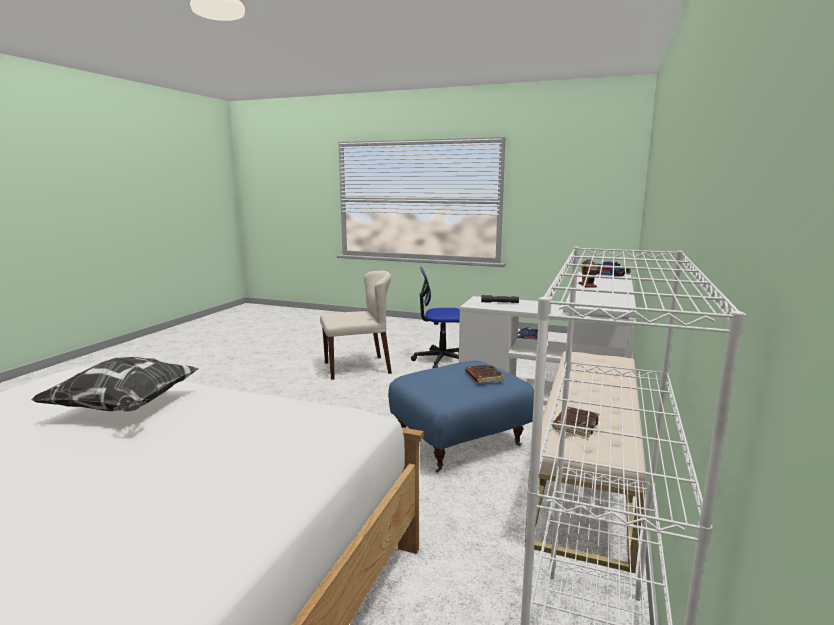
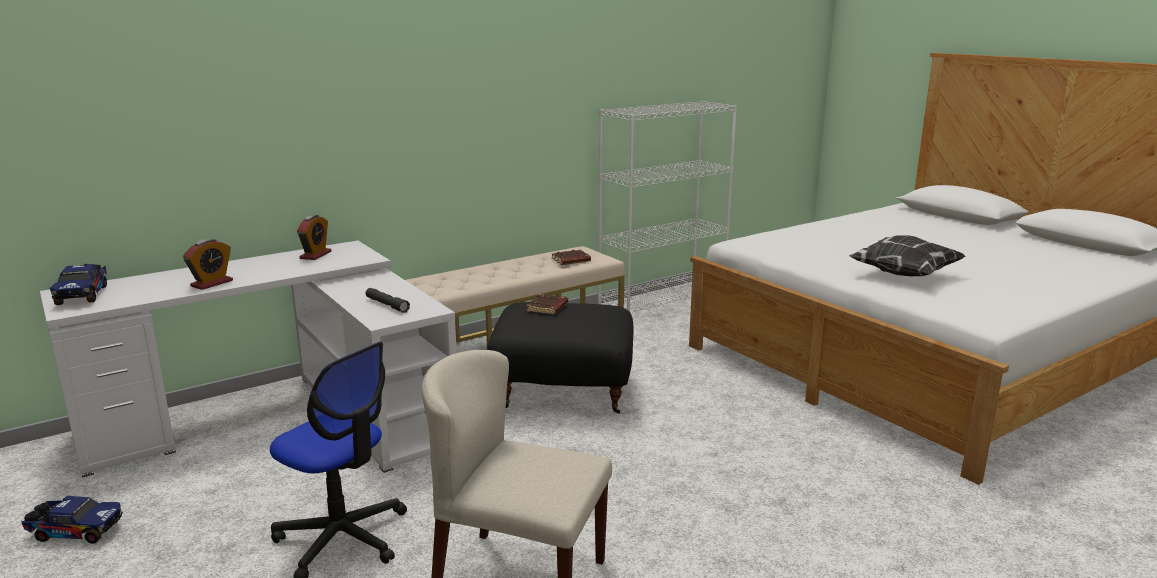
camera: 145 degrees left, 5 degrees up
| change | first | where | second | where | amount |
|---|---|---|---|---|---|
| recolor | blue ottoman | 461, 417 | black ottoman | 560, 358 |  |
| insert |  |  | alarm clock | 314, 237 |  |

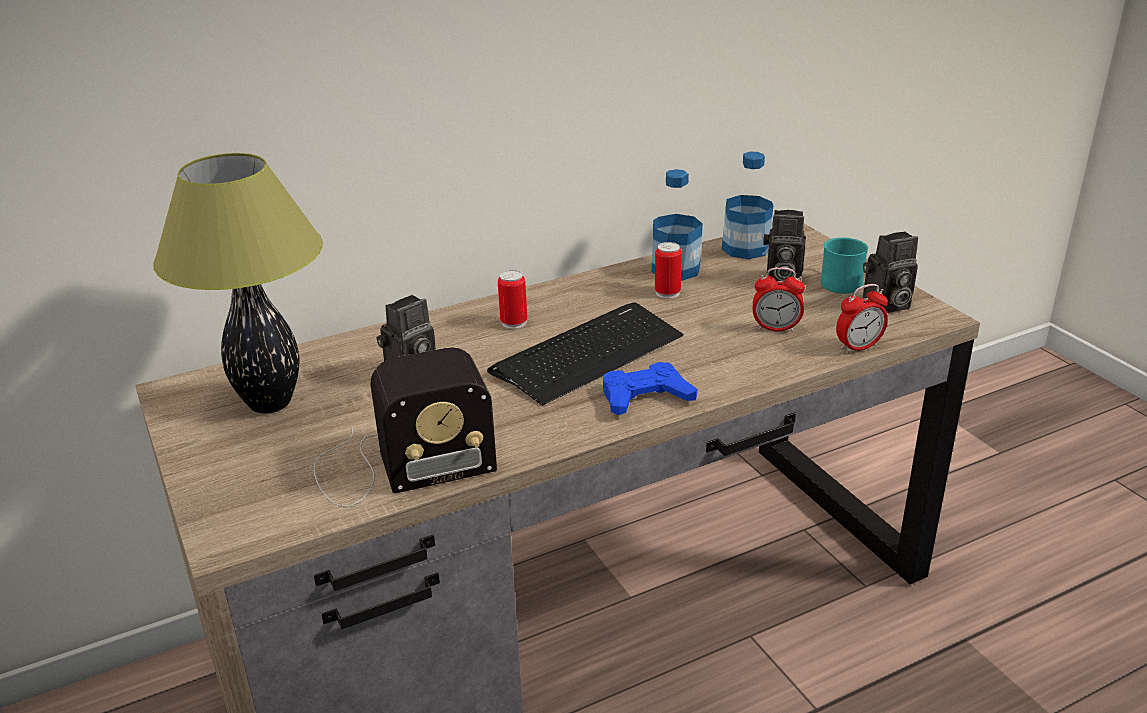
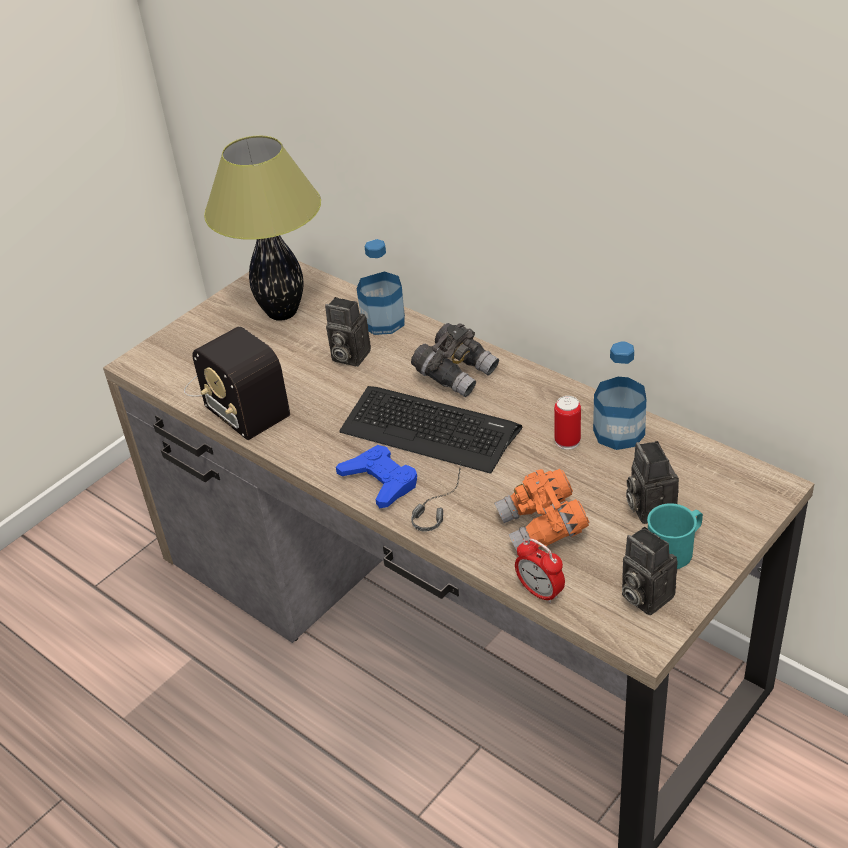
camera: 70 degrees right, 10 degrees up
| change | first | where | second | where | amount |
|---|---|---|---|---|---|
| move | bottle | 747, 205 |  | 380, 287 |  |
| replace | alarm clock | 779, 299 | orange binoculars | 541, 510 |  |
| replace | can | 512, 299 | grey binoculars | 455, 360 |  |
| insert |  |  | headphones | 436, 497 |  |

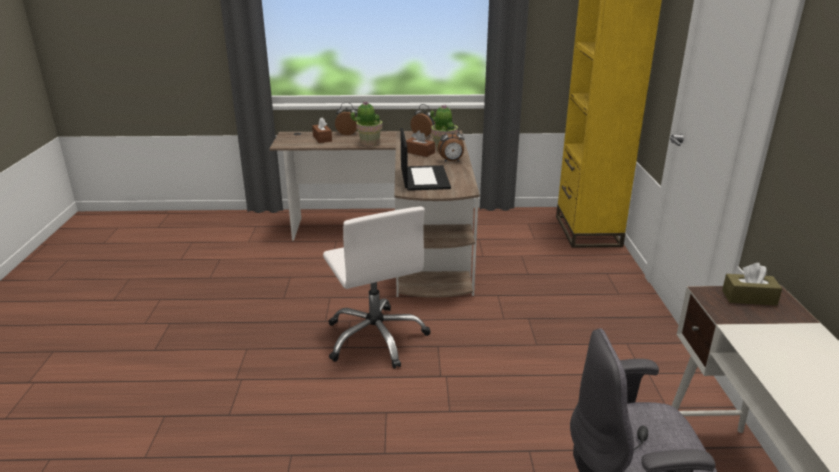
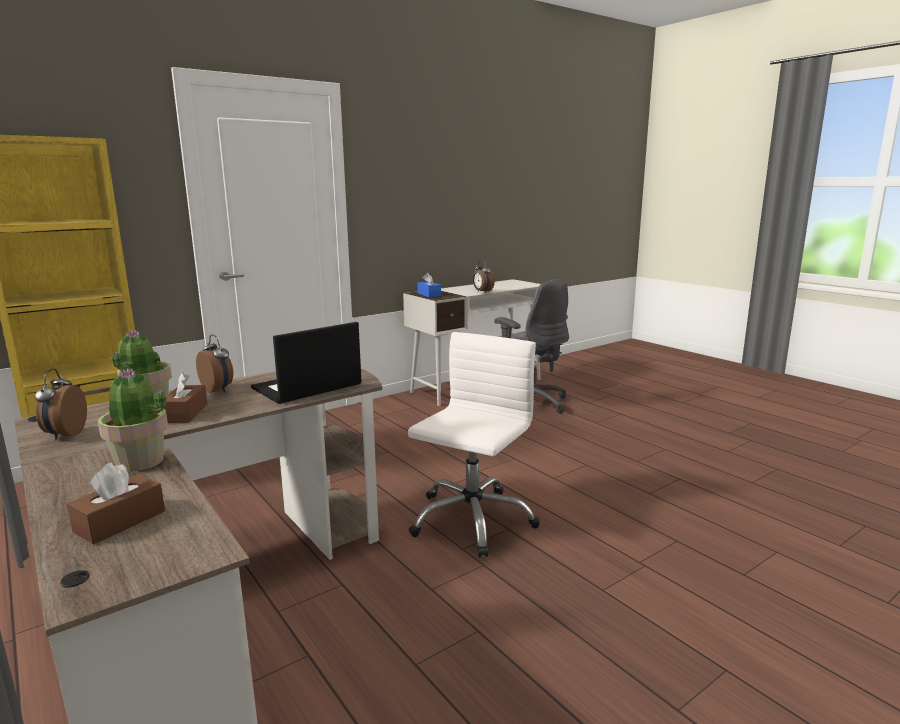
camera: 125 degrees left, 10 degrees down
| change | first | where | second | where | amount |
|---|---|---|---|---|---|
| move | alarm clock | 346, 118 |  | 484, 276 |  |
| recolor | brown tissue box | 752, 284 | blue tissue box | 429, 285 |  |

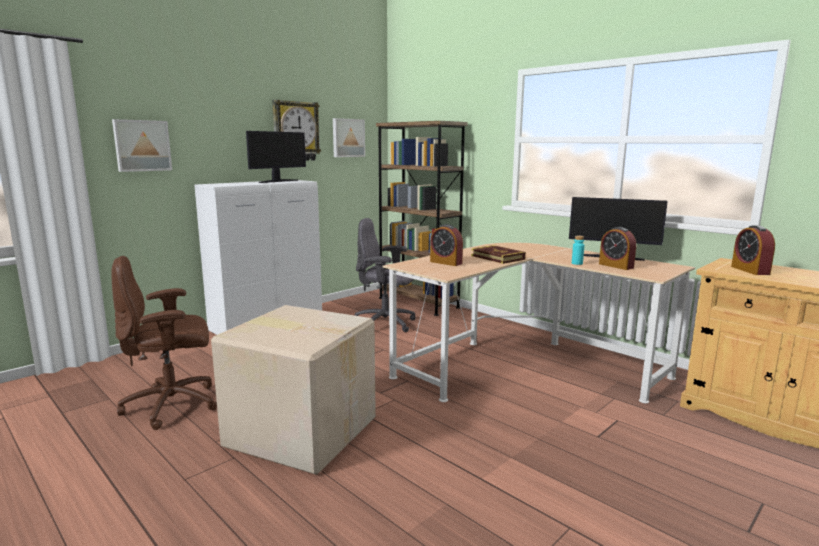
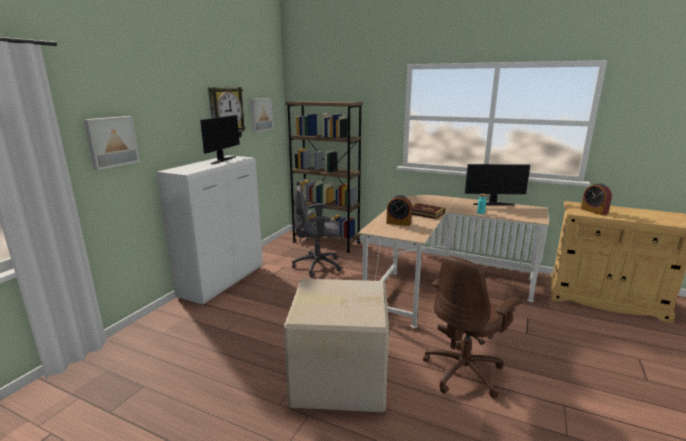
camera: 20 degrees left, 5 degrees up
| change | first | where | second | where | amount |
|---|---|---|---|---|---|
| delete | alarm clock | 617, 248 |  |  |  |
| move | brown office chair | 164, 343 |  | 472, 327 |  |

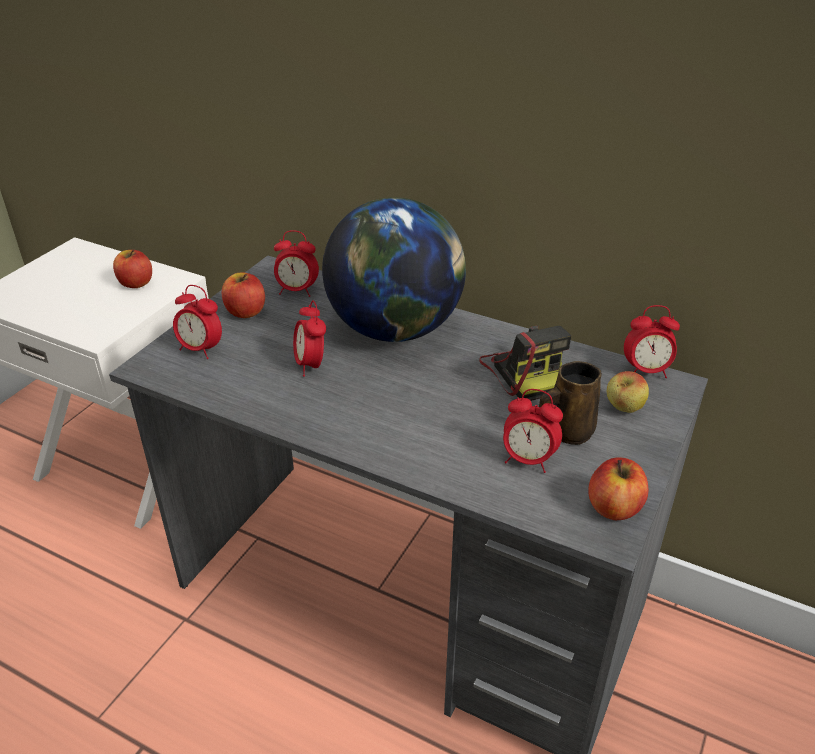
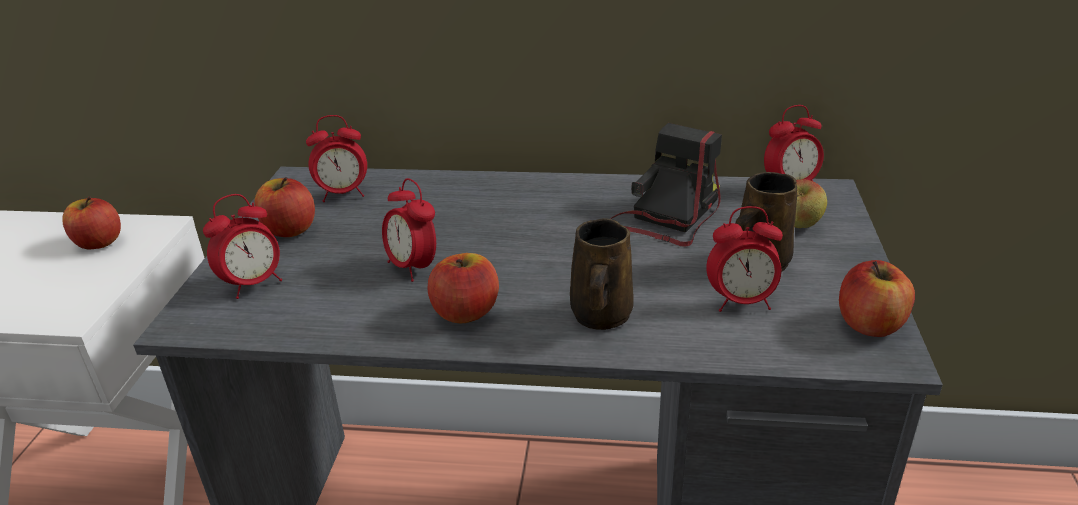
camera: 20 degrees left, 5 degrees down
| change | first | where | second | where | amount |
|---|---|---|---|---|---|
| delete | globe | 394, 269 |  |  |  |
| rotate | alarm clock | 197, 322 |  | 242, 246 | 45 degrees counterclockwise |
| rotate | photo camera | 525, 363 |  | 666, 185 | 105 degrees counterclockwise |
| insert |  |  | brown mug | 602, 274 |  |
| insert |  |  | apple | 463, 288 |  |

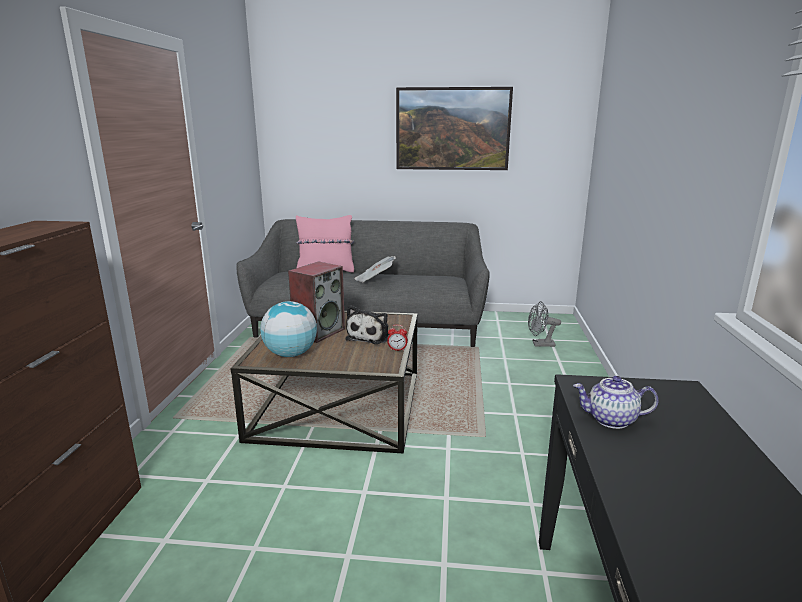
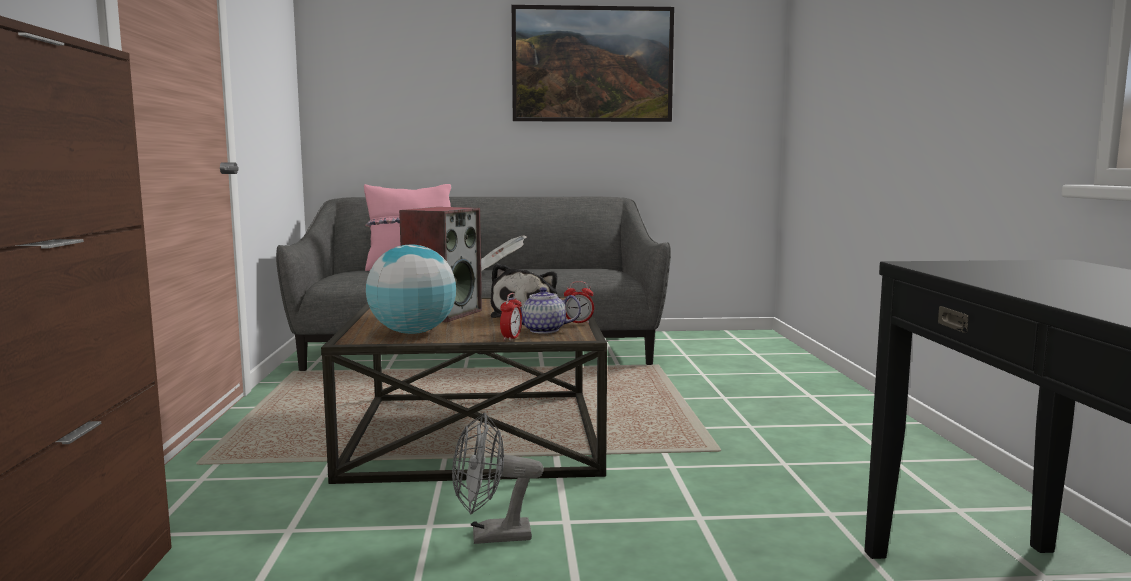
camera: 10 degrees left, 10 degrees down
| change | first | where | second | where | amount |
|---|---|---|---|---|---|
| move | grey fan | 544, 324 |  | 497, 478 |  |
| move | teapot | 615, 402 |  | 543, 310 |  |
| insert |  |  | alarm clock | 511, 317 |  |

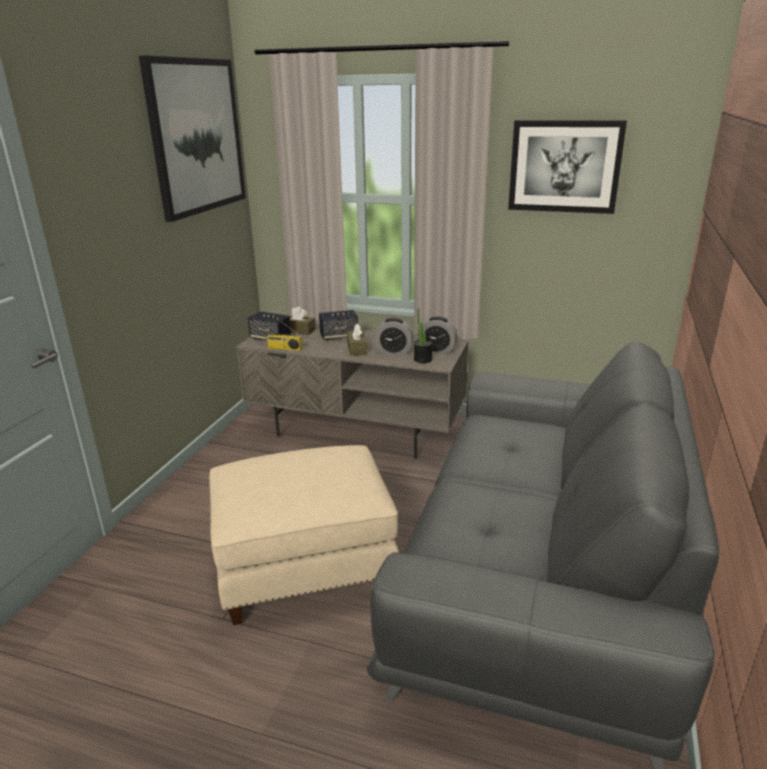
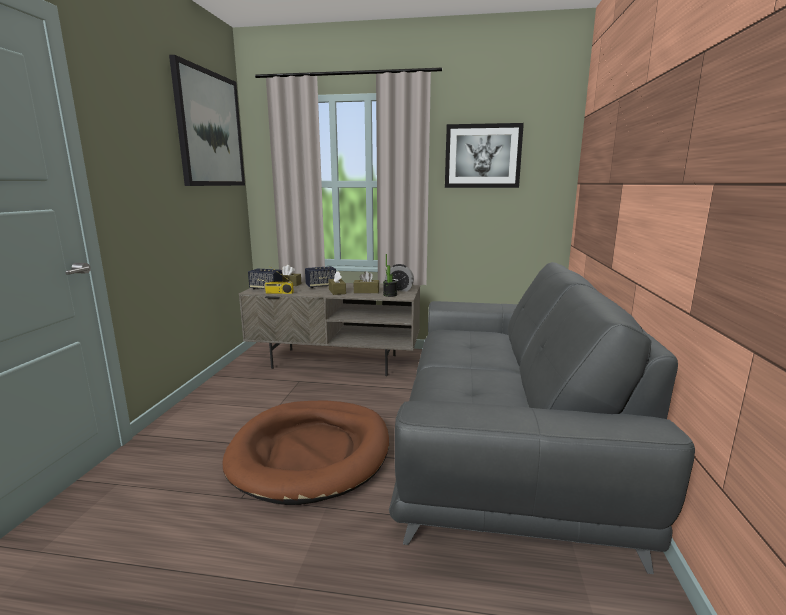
camera: 10 degrees left, 10 degrees down
| change | first | where | second | where | amount |
|---|---|---|---|---|---|
| replace | alarm clock | 394, 336 | brown tissue box | 366, 282 |  |
| replace | beige ottoman | 304, 535 | brown dog bed | 305, 452 |  |

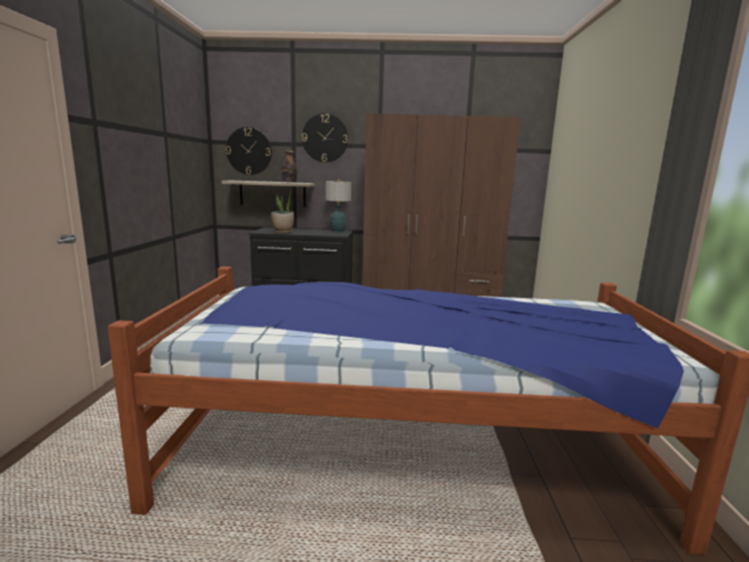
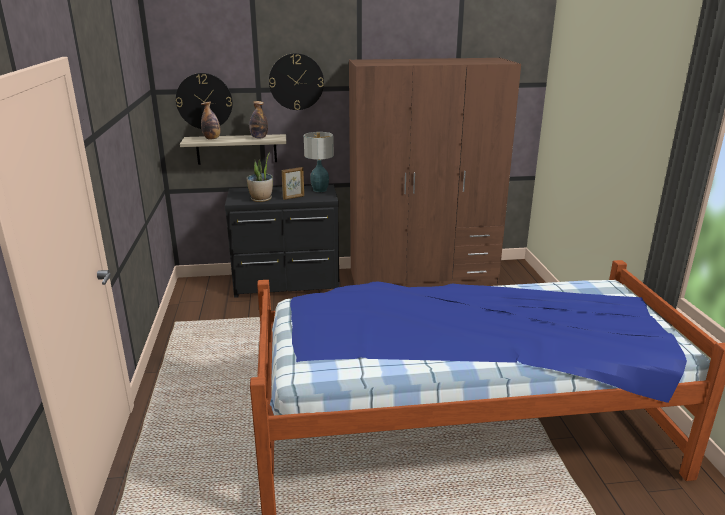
camera: 10 degrees left, 10 degrees up
| change | first | where | second | where | amount |
|---|---|---|---|---|---|
| insert |  |  | bottle | 211, 120 |  |
| insert |  |  | picture frame | 293, 183 |  |

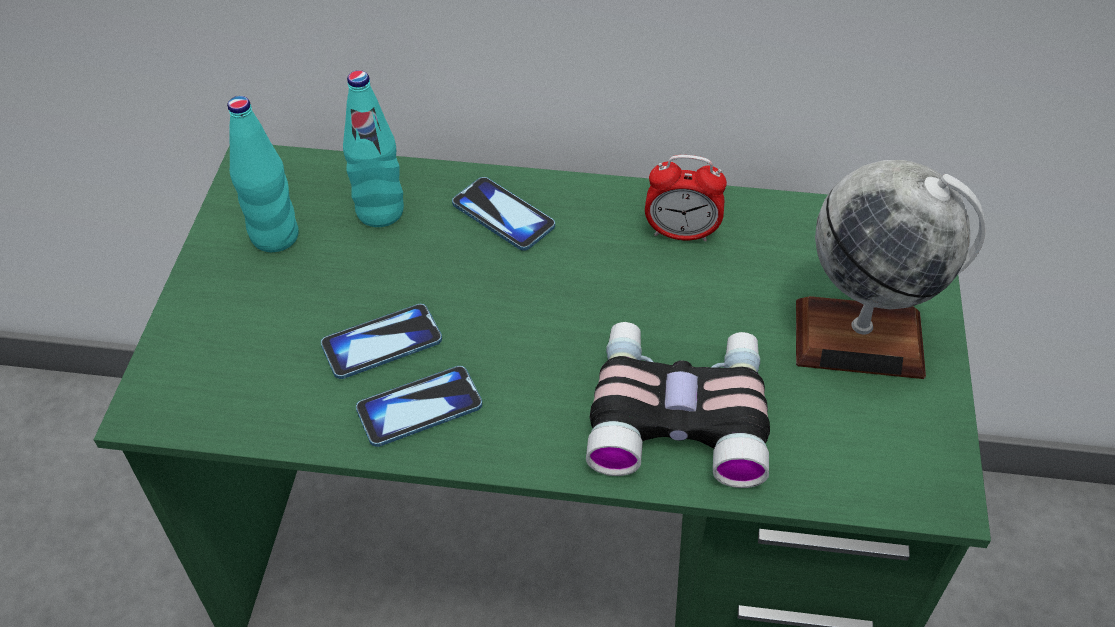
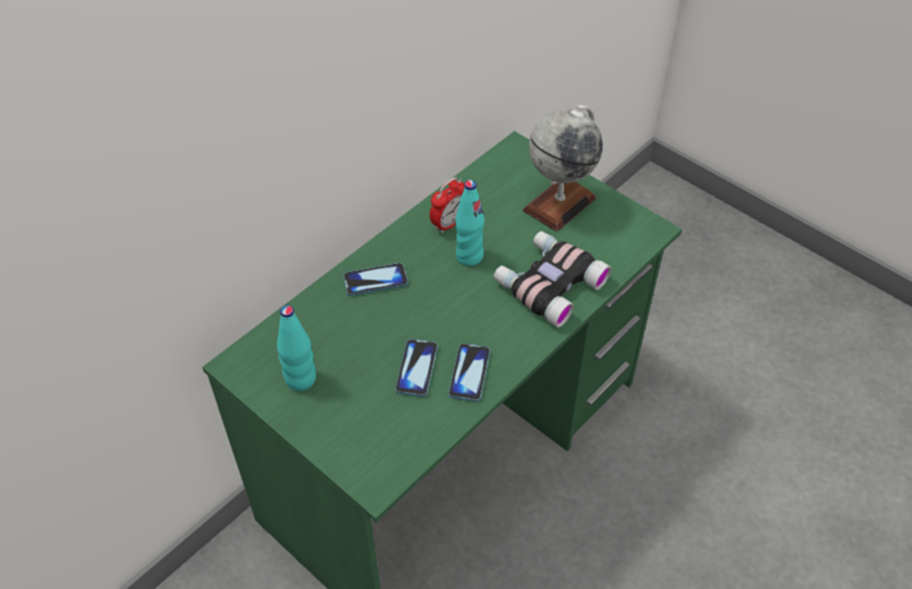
camera: 55 degrees left, 0 degrees up
| change | first | where | second | where | amount |
|---|---|---|---|---|---|
| move | turquoise bottle | 373, 148 |  | 470, 223 |  |

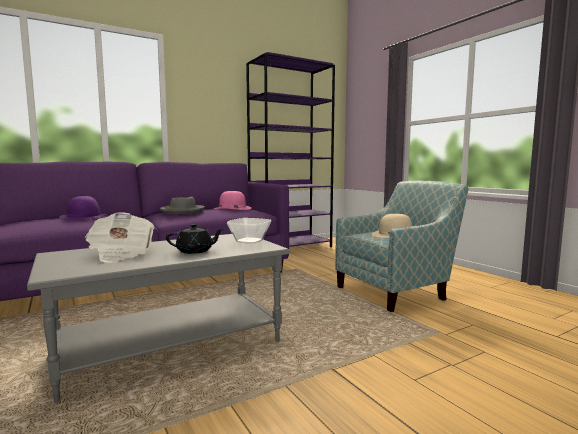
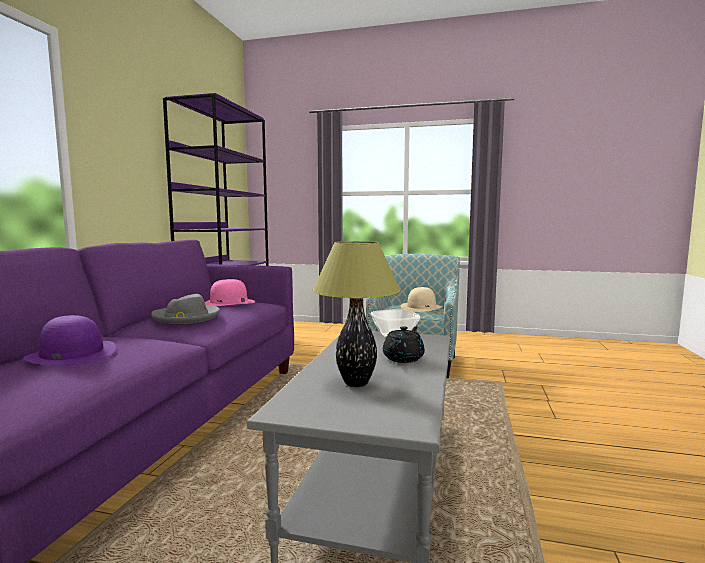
camera: 45 degrees left, 0 degrees up
| change | first | where | second | where | amount |
|---|---|---|---|---|---|
| replace | newspaper | 119, 237 | table lamp | 356, 314 |  |

